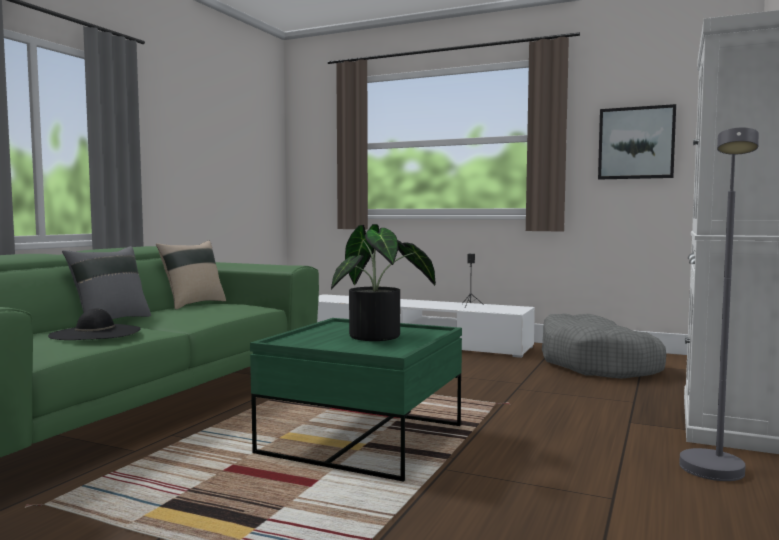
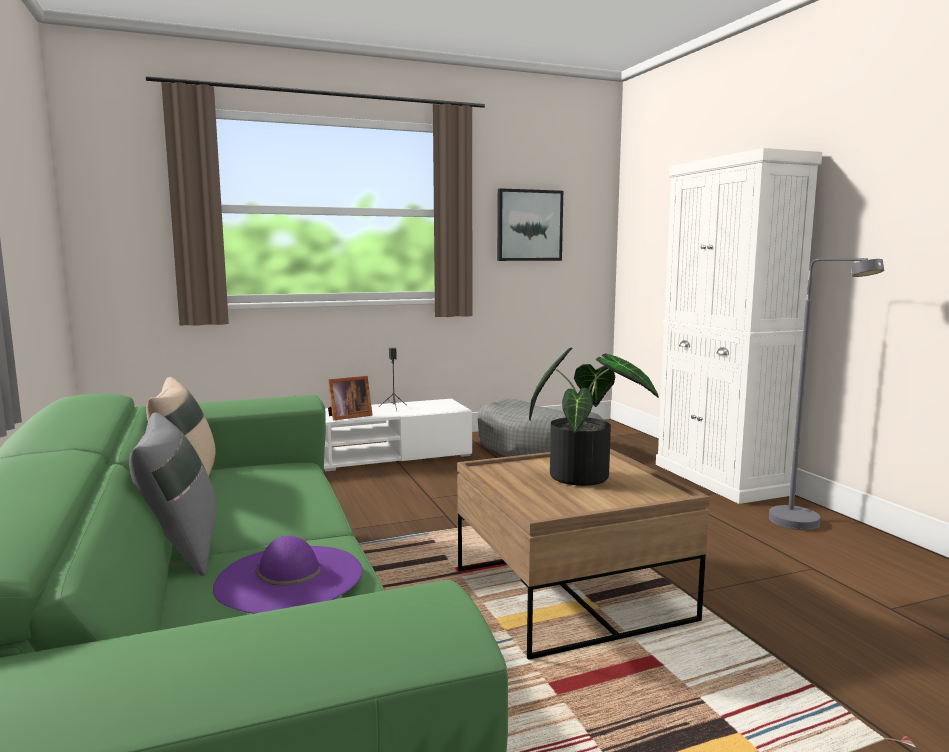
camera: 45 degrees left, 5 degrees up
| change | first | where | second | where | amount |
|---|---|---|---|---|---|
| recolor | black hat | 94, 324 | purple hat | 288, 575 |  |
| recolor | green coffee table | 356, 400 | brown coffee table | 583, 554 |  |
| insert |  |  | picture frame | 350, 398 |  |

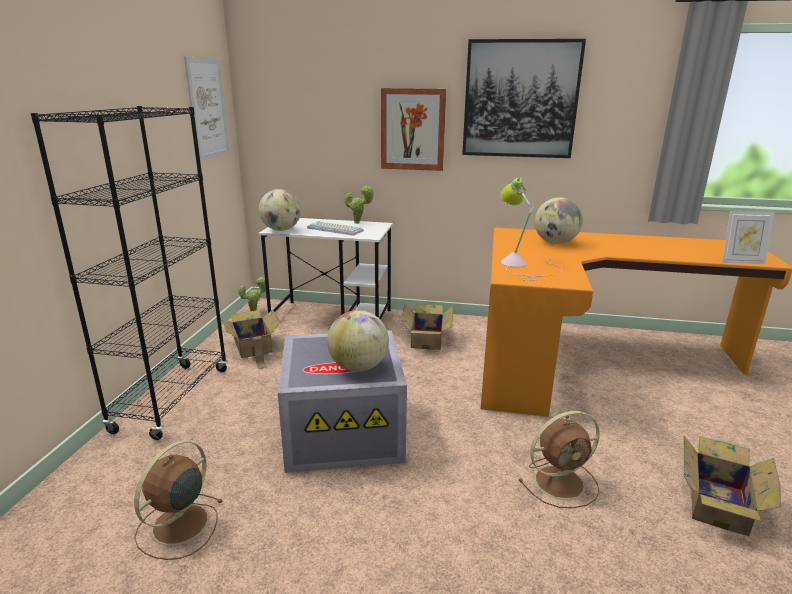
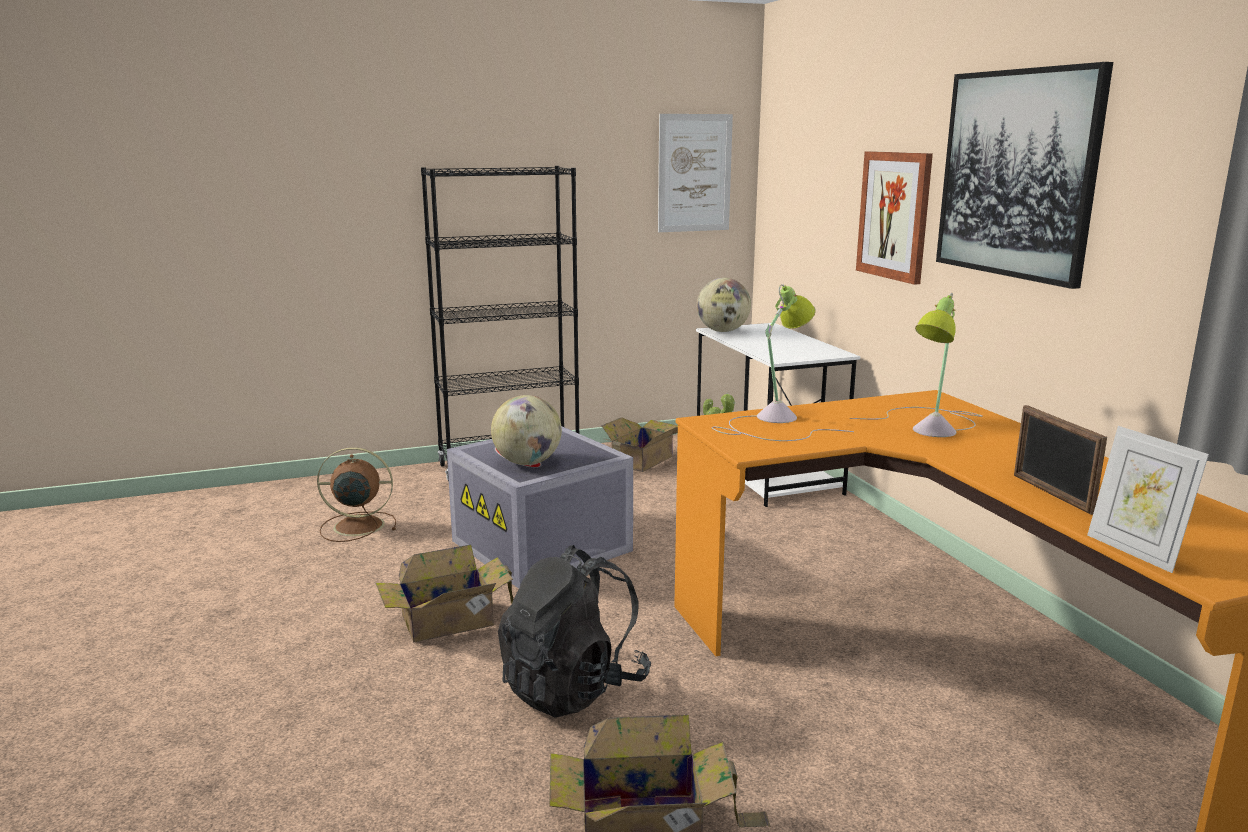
camera: 60 degrees right, 5 degrees down
| change | first | where | second | where | amount |
|---|---|---|---|---|---|
| delete | potted plant | 359, 204 |  |  |  |
| replace | globe | 558, 220 | table lamp | 916, 364 |  |
| delete | keyboard | 335, 228 |  |  |  |
| move | cardboard box | 427, 326 |  | 444, 593 |  |
| replace | brown fan | 559, 459 | black backpack | 574, 631 |  |
| insert |  |  | picture frame | 1060, 460 |  |

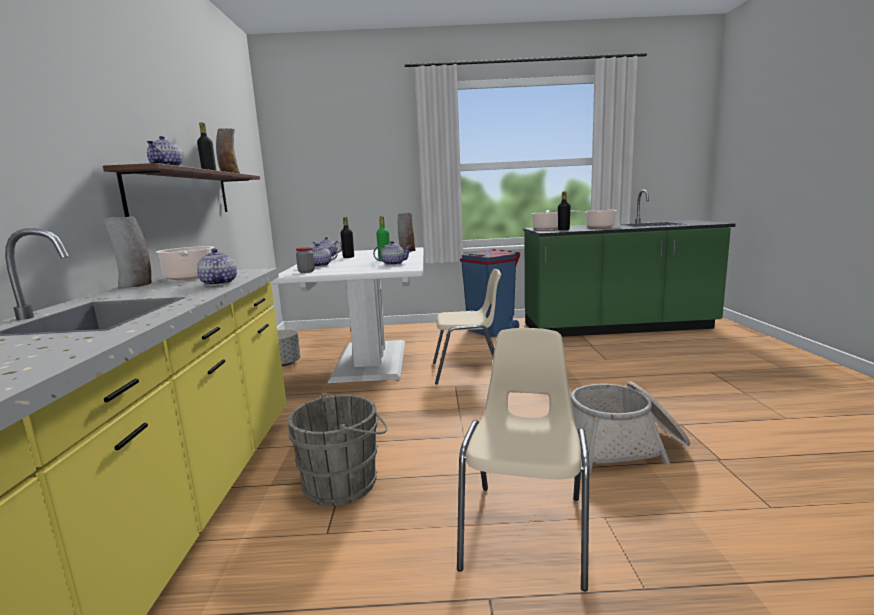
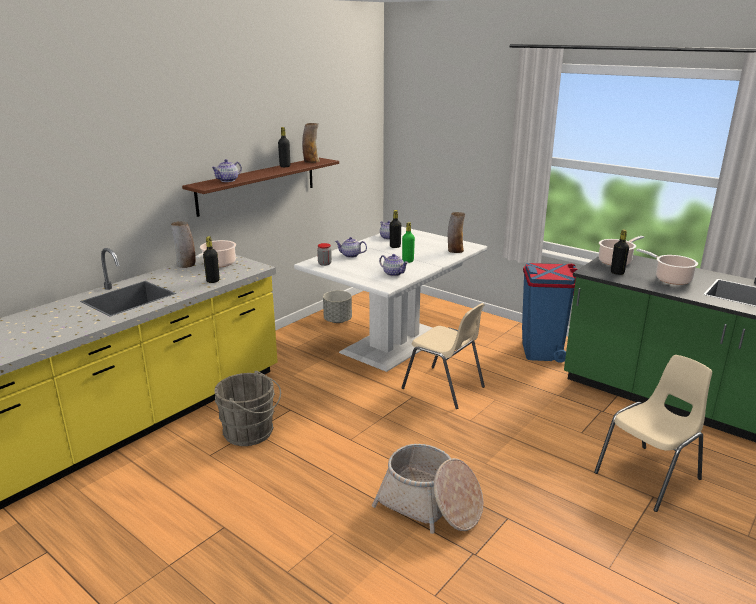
camera: 40 degrees right, 10 degrees up
| change | first | where | second | where | amount |
|---|---|---|---|---|---|
| replace | teapot | 217, 267 | black bottle | 211, 260 |  |
| move | beige chair | 523, 459 |  | 653, 433 |  |

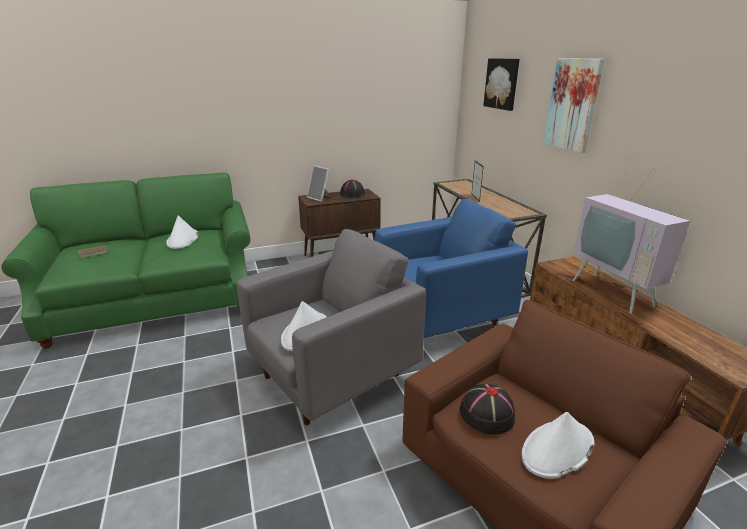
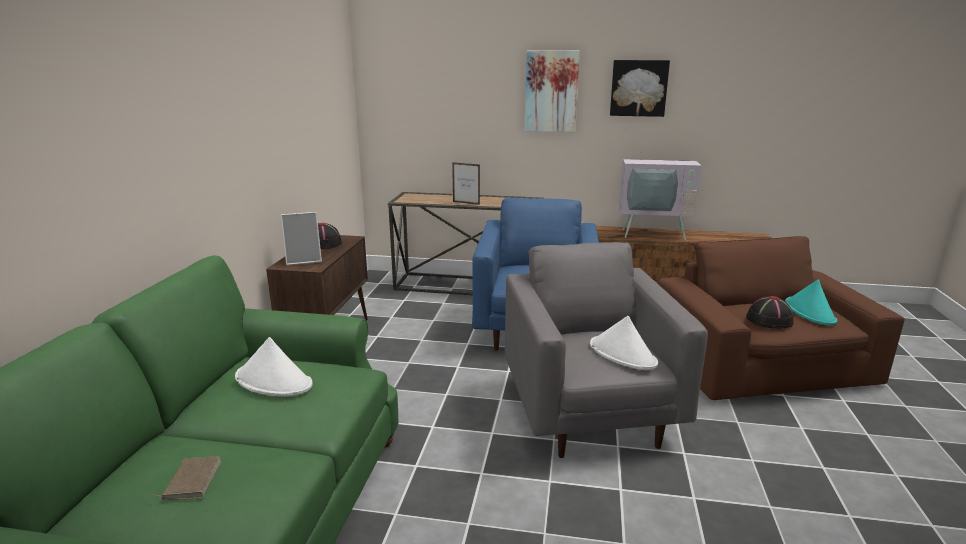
camera: 60 degrees left, 5 degrees down
| change | first | where | second | where | amount |
|---|---|---|---|---|---|
| move | picture | 501, 84 |  | 640, 88 |  |
| recolor | white hat | 557, 445 | turquoise hat | 811, 302 |  |

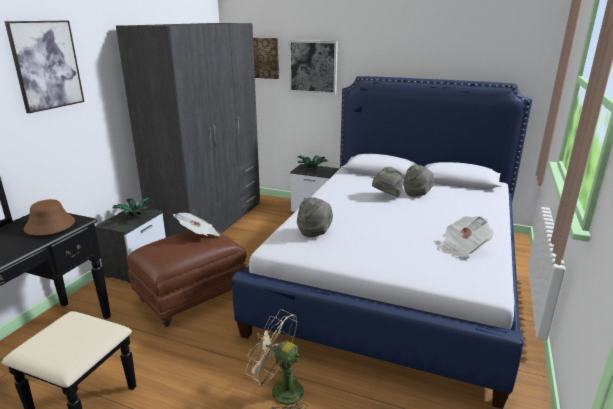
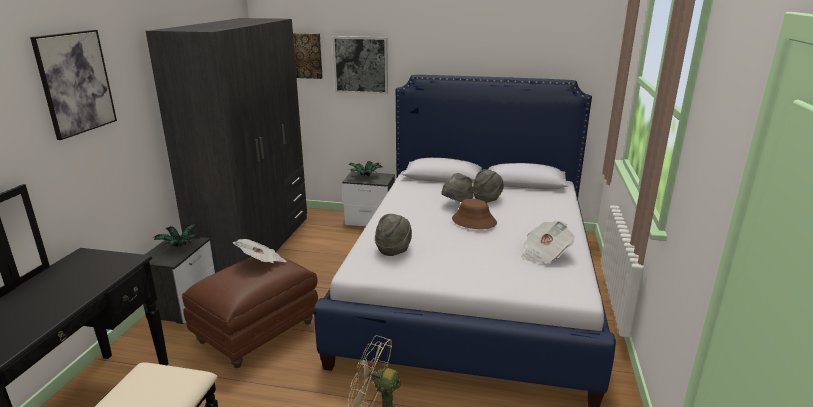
camera: 10 degrees left, 0 degrees up
| change | first | where | second | where | amount |
|---|---|---|---|---|---|
| move | brown hat | 49, 217 |  | 474, 214 |  |

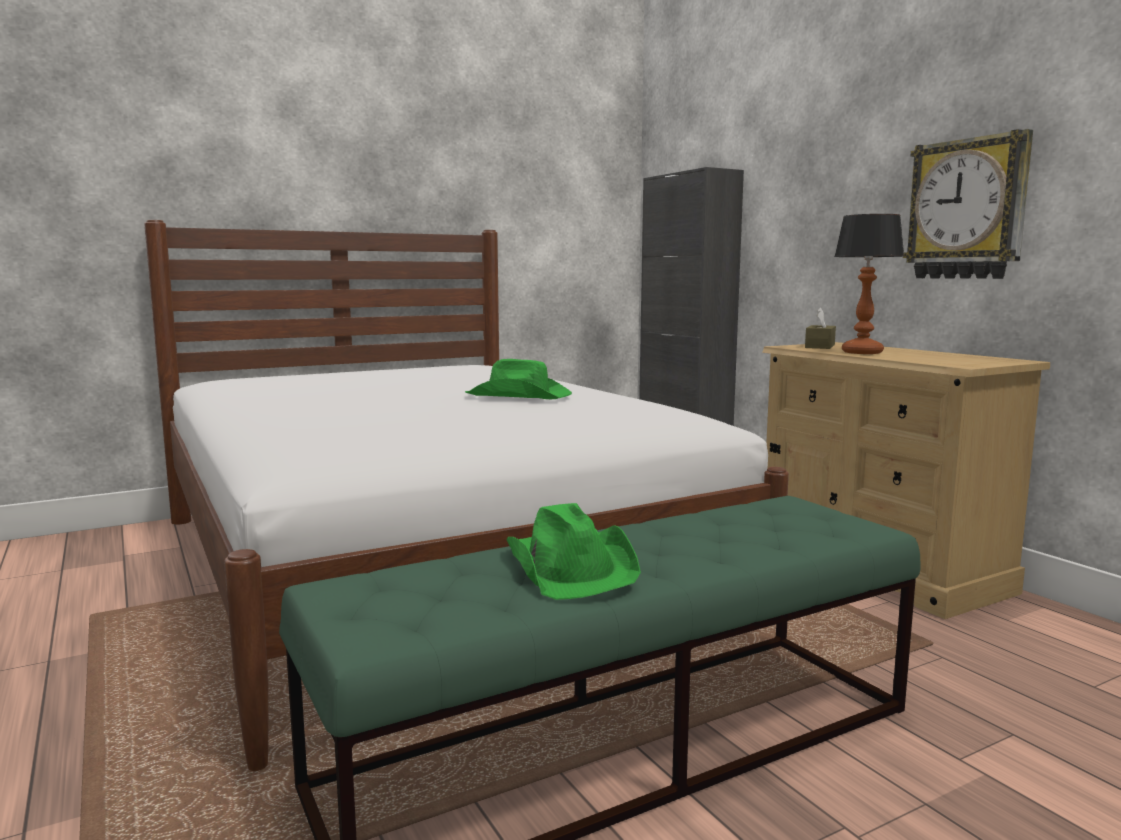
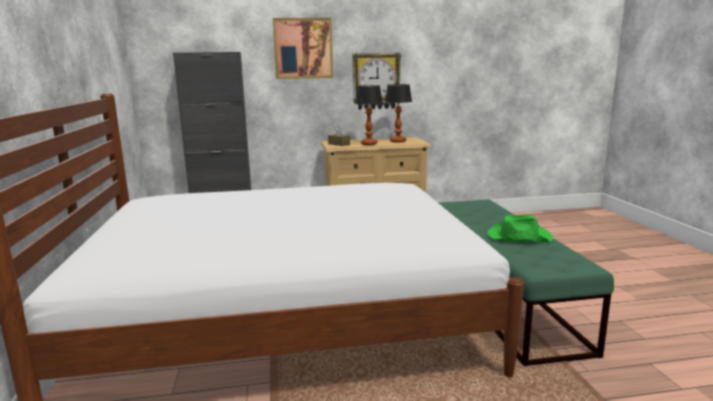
camera: 70 degrees left, 5 degrees up
| change | first | where | second | where | amount |
|---|---|---|---|---|---|
| delete | green hat | 518, 379 |  |  |  |
| insert |  |  | picture | 303, 48 |  |
| insert |  |  | table lamp | 398, 113 |  |

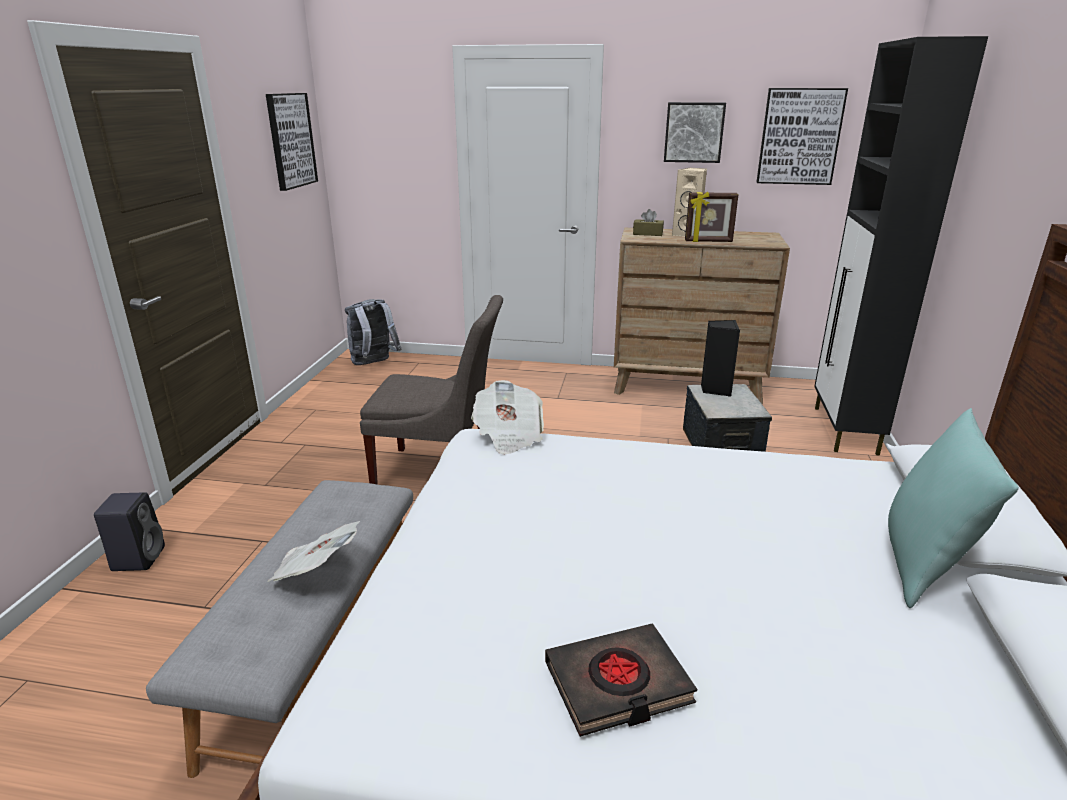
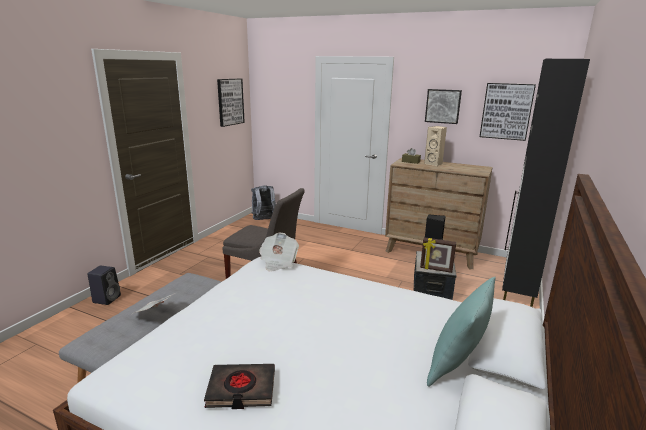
camera: 15 degrees right, 5 degrees down
| change | first | where | second | where | amount |
|---|---|---|---|---|---|
| move | picture frame | 712, 217 |  | 438, 255 |  |

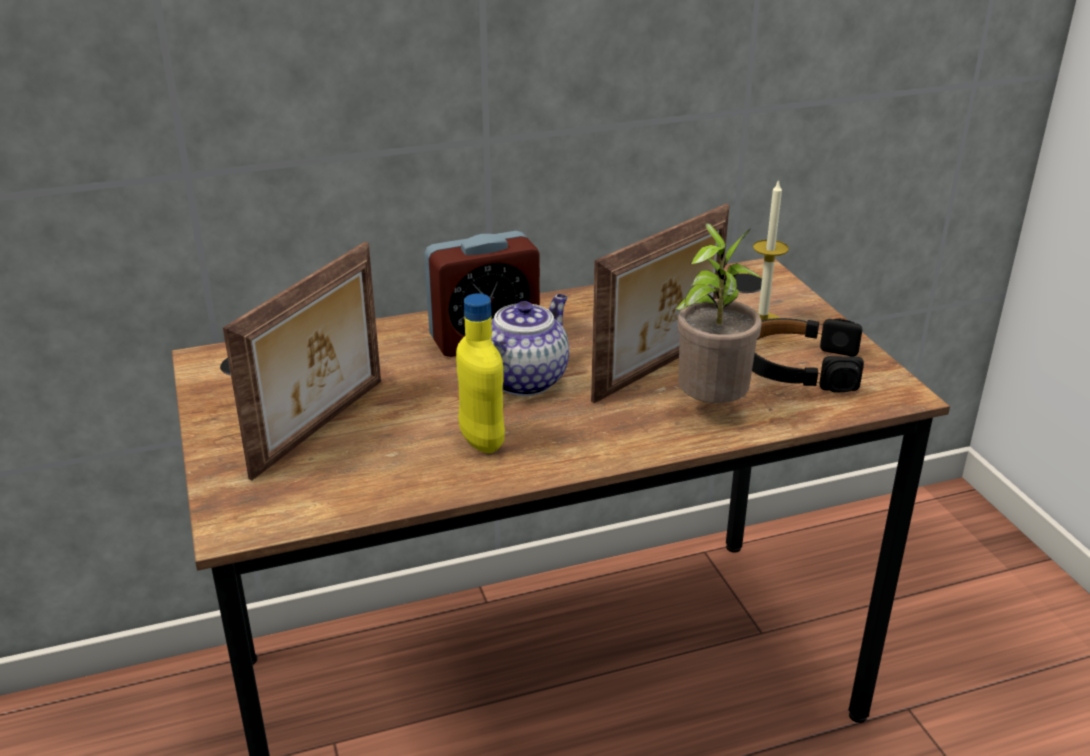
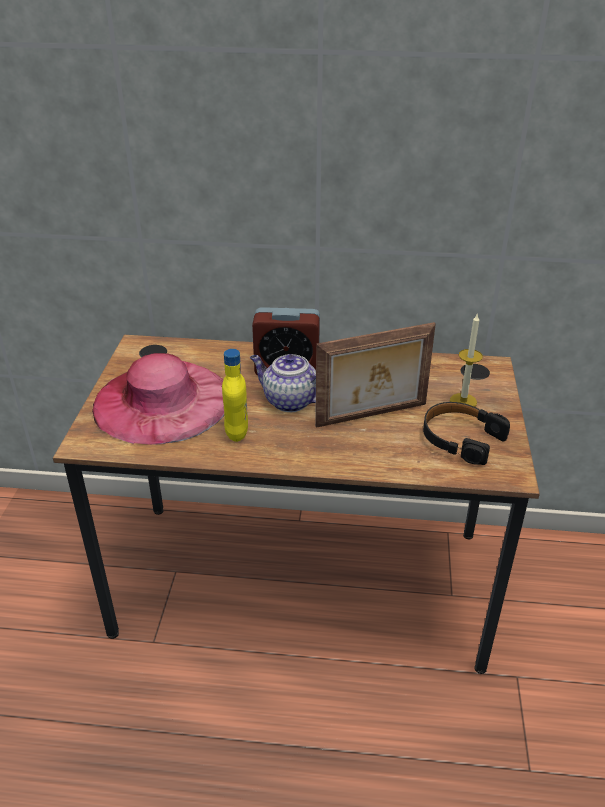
camera: 25 degrees right, 5 degrees up
| change | first | where | second | where | amount |
|---|---|---|---|---|---|
| delete | potted plant | 718, 313 |  |  |  |
| replace | picture frame | 302, 361 | pink hat | 158, 399 |  |
| rotate | teapot | 530, 345 |  | 283, 383 | 120 degrees counterclockwise |

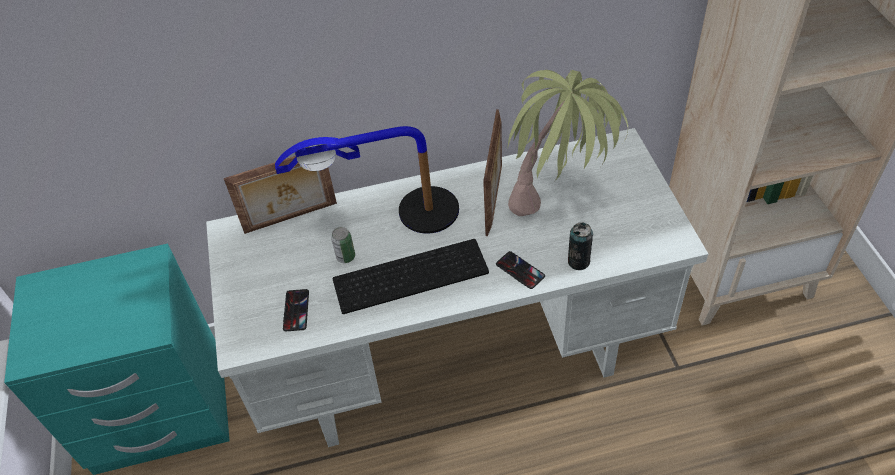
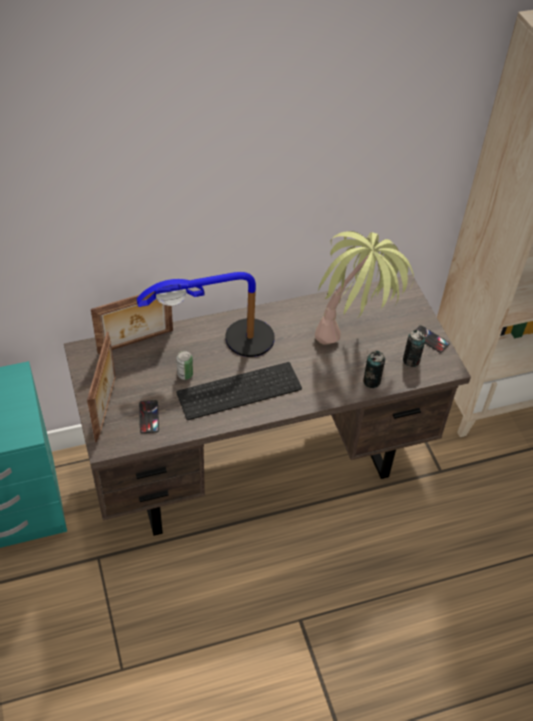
camera: 10 degrees left, 0 degrees up
| change | first | where | second | where | amount |
|---|---|---|---|---|---|
| move | picture frame | 492, 172 |  | 101, 387 |  |
| recolor | white desk | 457, 287 | brown desk | 267, 405 |  |
| move | phone | 520, 270 |  | 433, 339 |  |
| insert |  |  | can | 414, 348 |  |

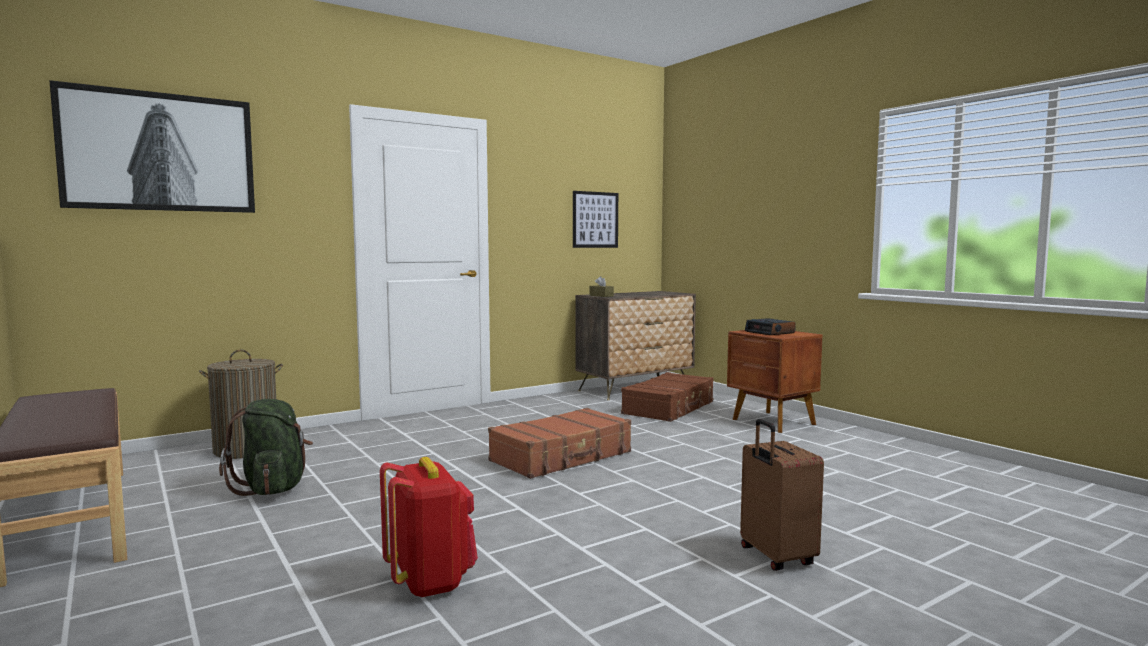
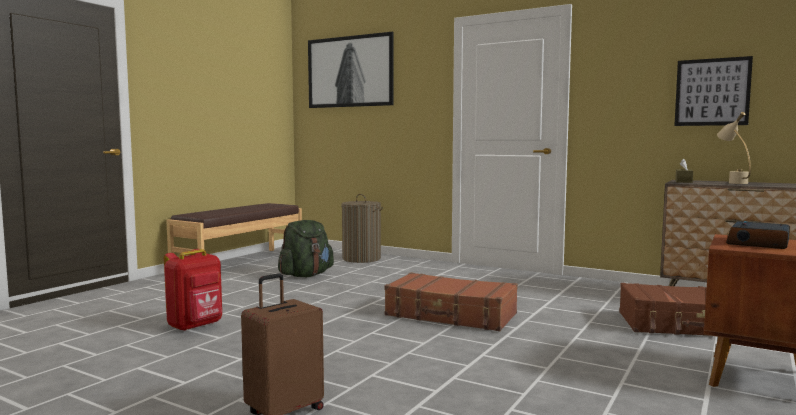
camera: 65 degrees right, 0 degrees up
| change | first | where | second | where | amount |
|---|---|---|---|---|---|
| insert |  |  | beige table lamp | 734, 148 |  |

